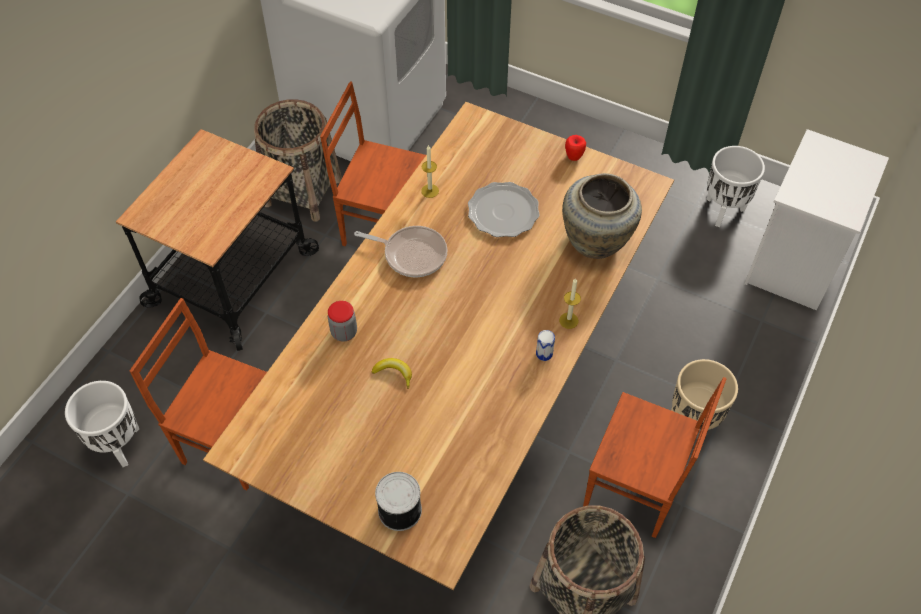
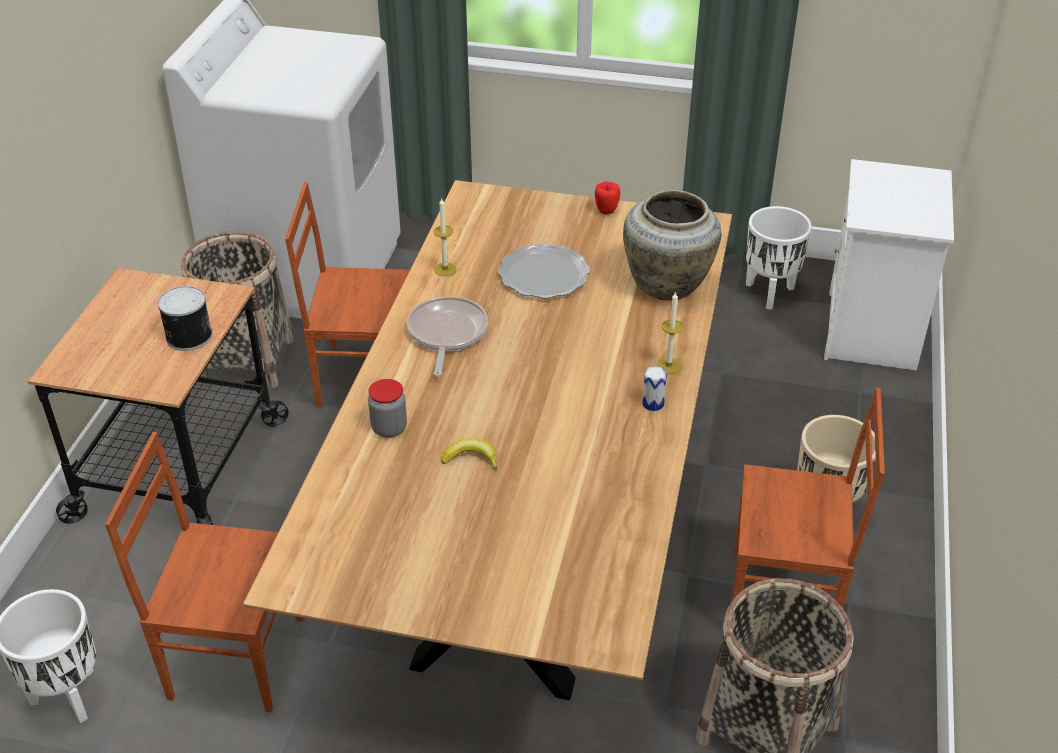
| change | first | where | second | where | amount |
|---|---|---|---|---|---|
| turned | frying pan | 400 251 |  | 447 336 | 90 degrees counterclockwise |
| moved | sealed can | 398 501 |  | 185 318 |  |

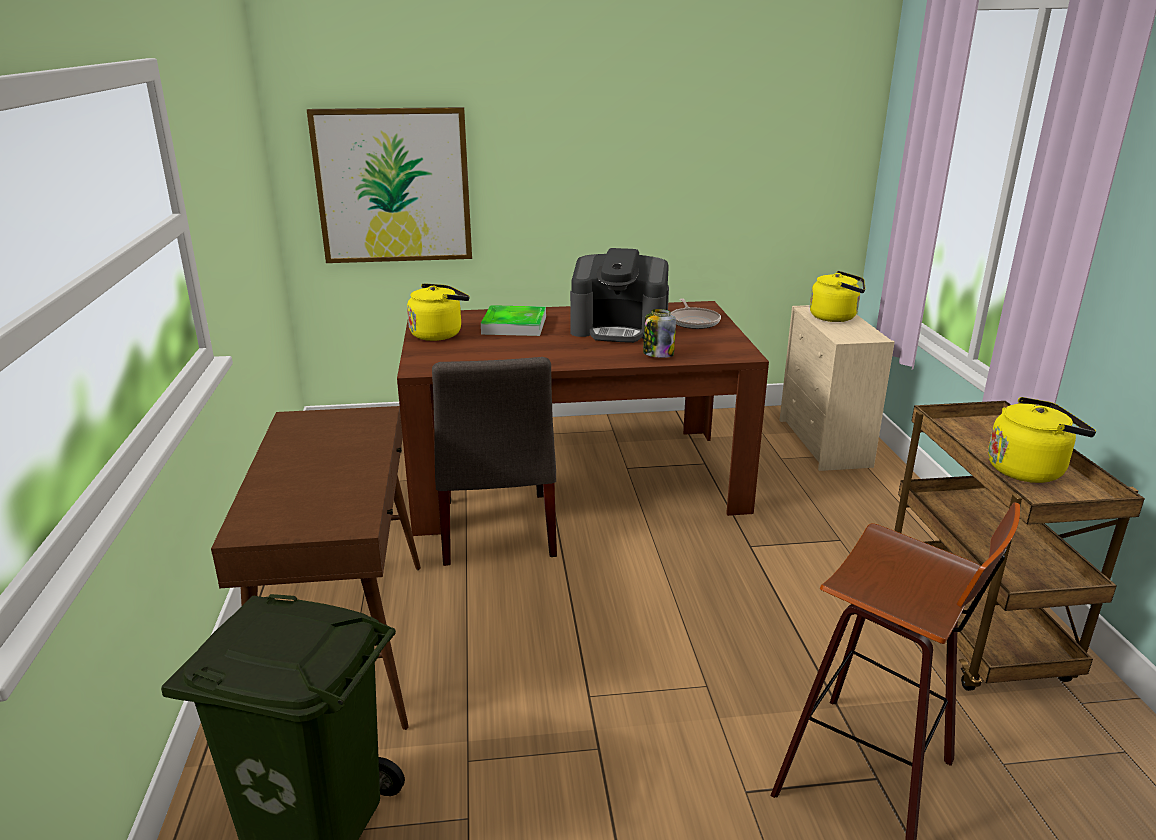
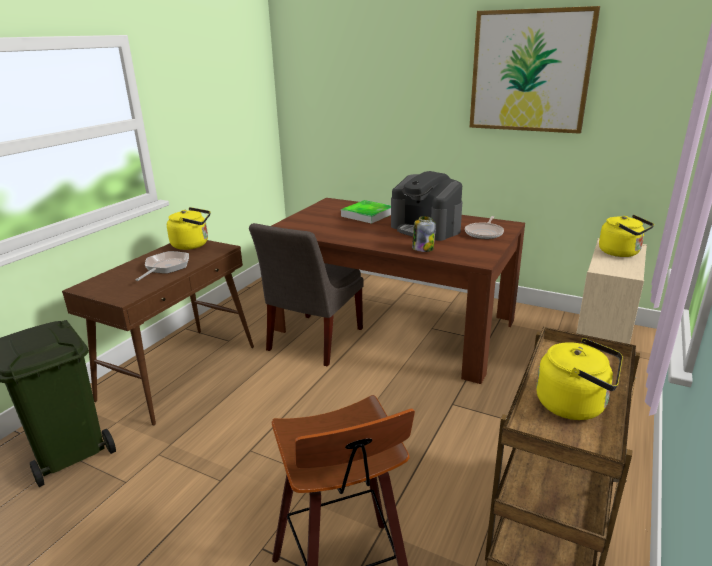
| change | first | where | second | where | amount |
|---|---|---|---|---|---|
| moved | picture | 389 185 |  | 535 70 |  |
| moved | kettle (yellow) | 438 312 |  | 188 228 |  |
| added |  |  | frying pan | 162 266 |  |

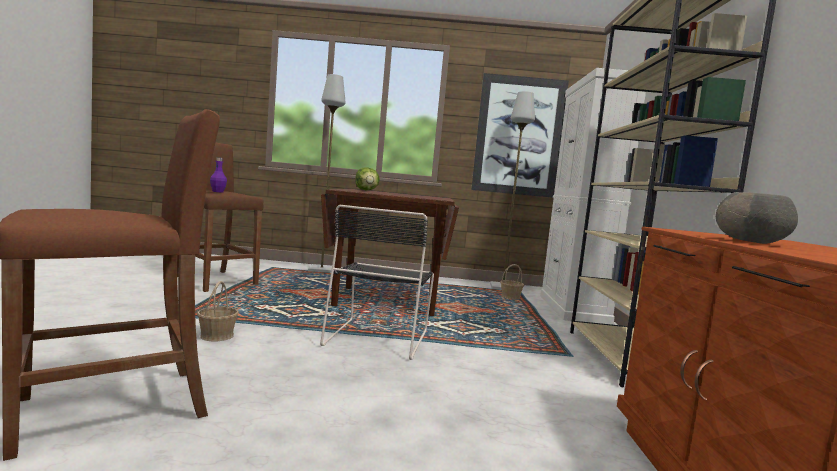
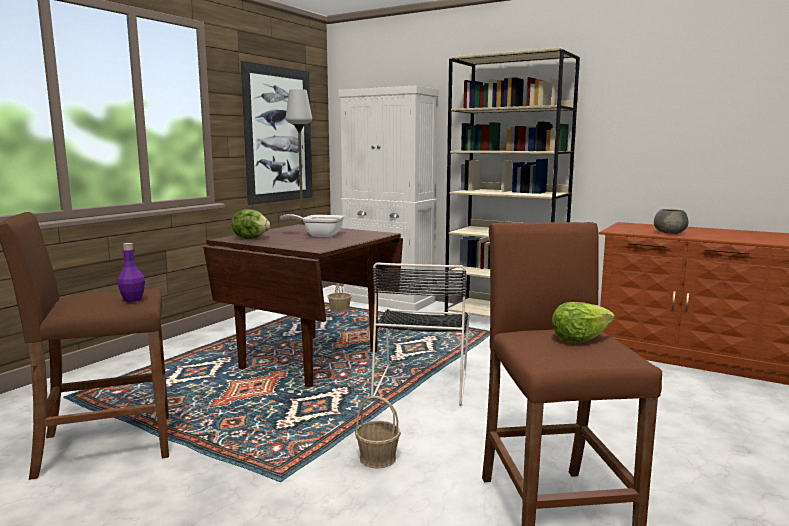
| change | first | where | second | where | amount |
|---|---|---|---|---|---|
| removed | standing lamp (grey) | 327 173 |  |  |  |
| turned | chair (black-coloured) | 377 282 |  | 420 334 | 60 degrees clockwise |
| added |  |  | frying pan | 312 225 |  |
| added |  |  | head of lettuce | 583 322 |  |

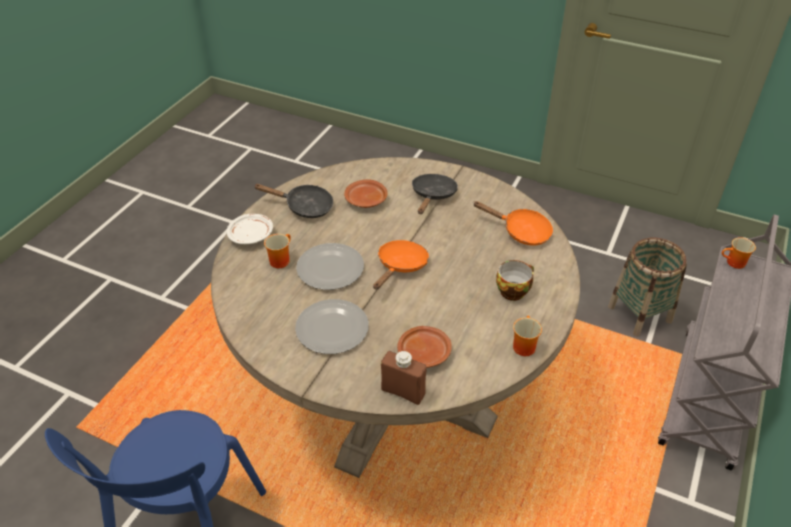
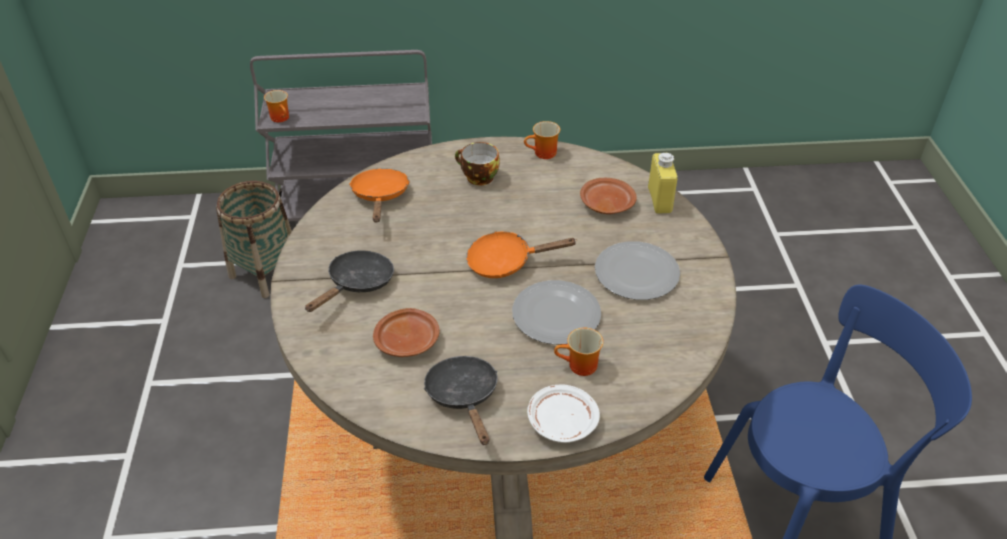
| change | first | where | second | where | amount |
|---|---|---|---|---|---|
| recoloured | bottle (brown) | 403 378 | bottle (yellow) | 663 183 |  |
| turned | frying pan (black-coloured) | 435 194 |  | 349 281 | 135 degrees clockwise |

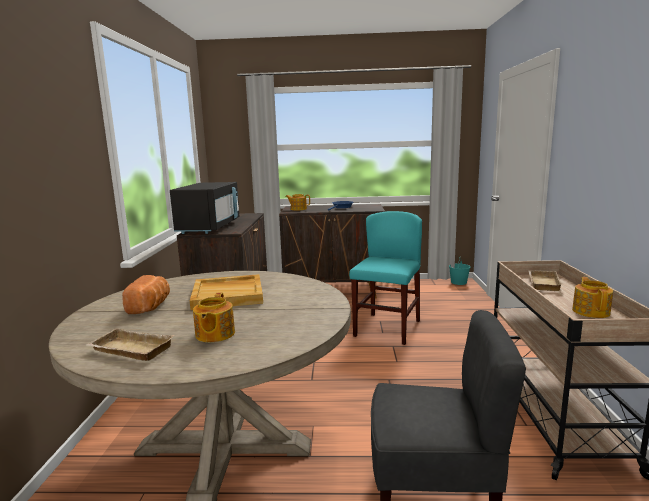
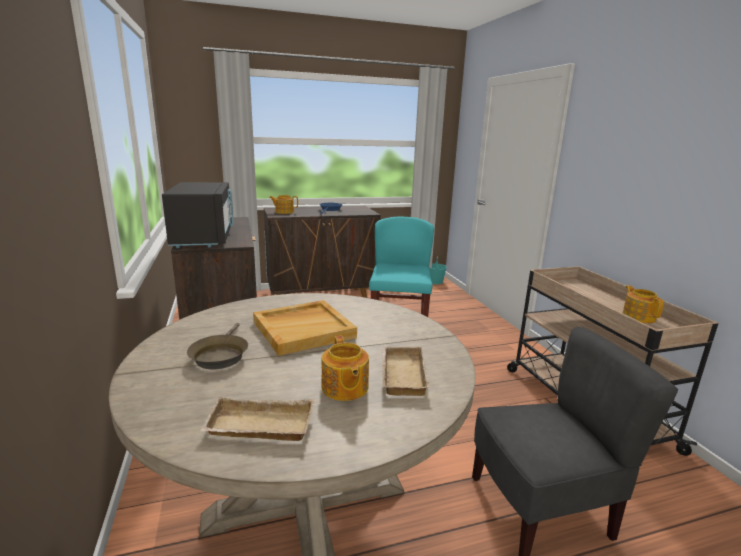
| change | first | where | second | where | amount |
|---|---|---|---|---|---|
| replaced | baked bread | 146 294 | frying pan (brown) | 217 346 |  |
| moved | serving tray (beige) | 545 280 |  | 406 371 |  |

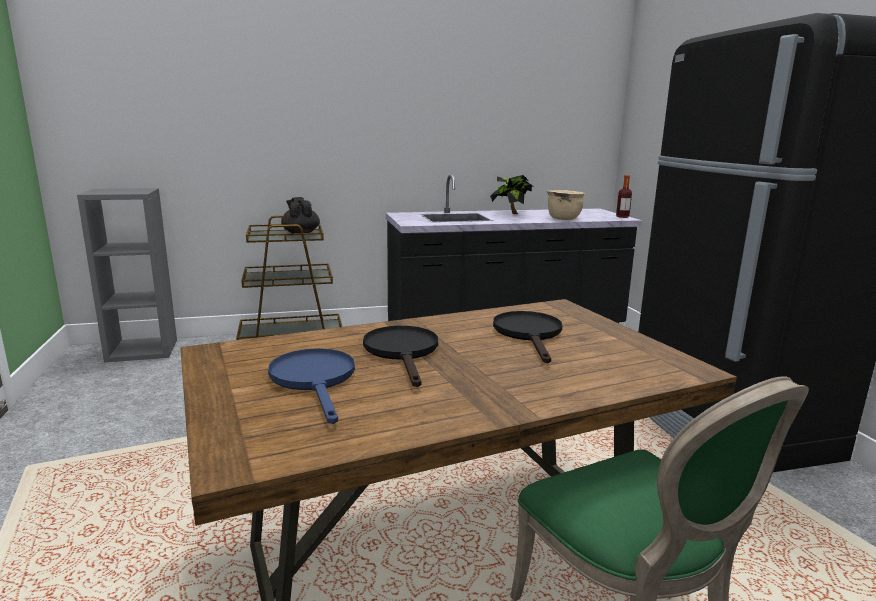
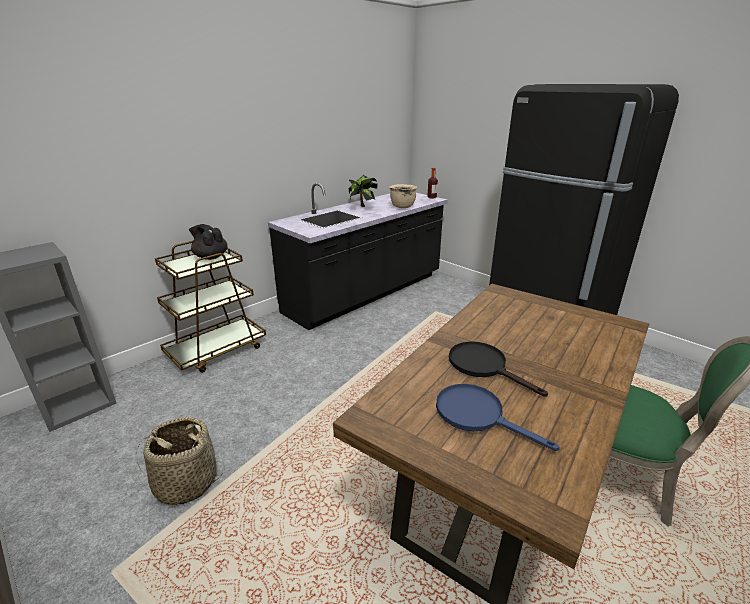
| change | first | where | second | where | amount |
|---|---|---|---|---|---|
| removed | frying pan (black-coloured) | 527 337 |  |  |  |
| added |  |  | household basket | 179 461 |  |

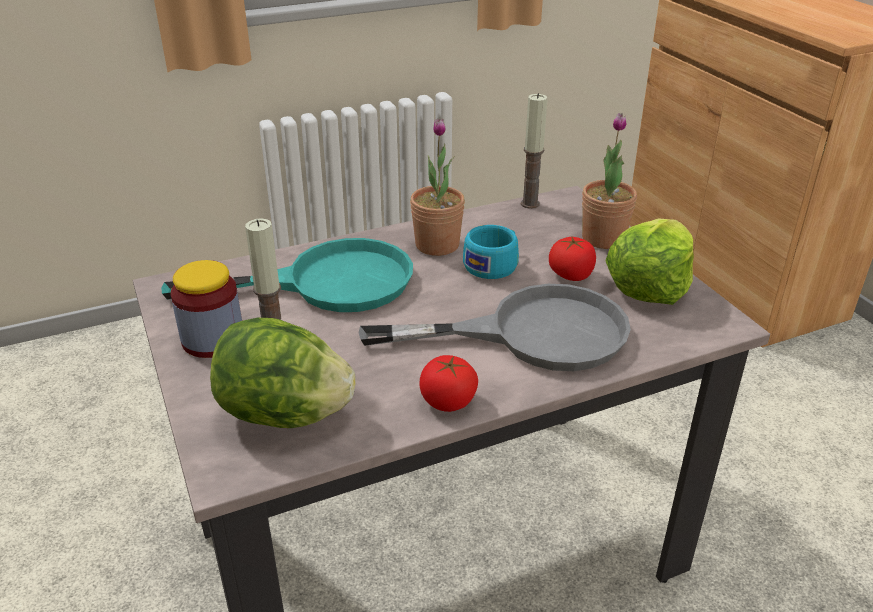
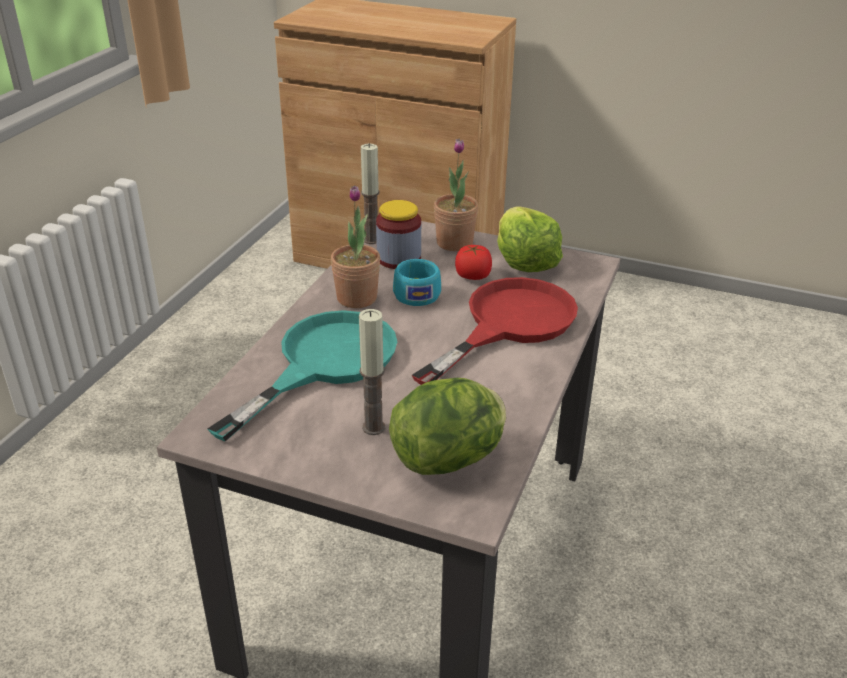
| change | first | where | second | where | amount |
|---|---|---|---|---|---|
| moved | storage jar | 206 309 |  | 398 234 |  |
| recoloured | frying pan (grey) | 494 327 | frying pan (reddish) | 495 331 |  |
| removed | whole tomato | 448 383 |  |  |  |

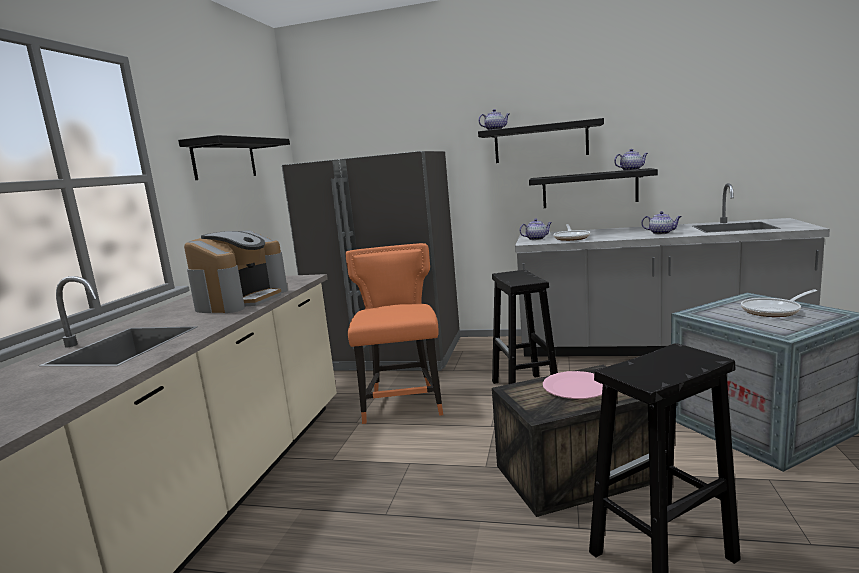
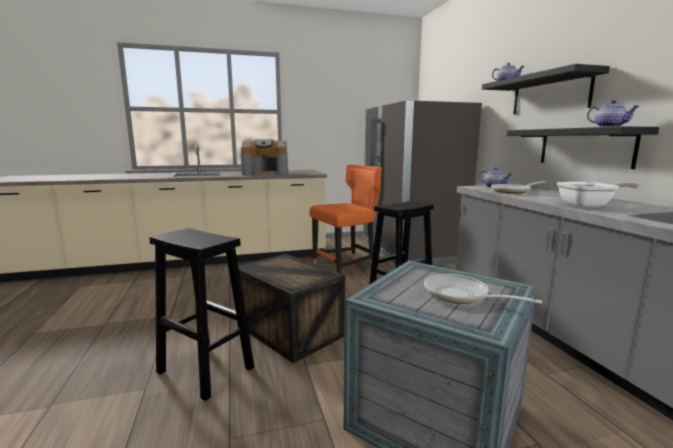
| change | first | where | second | where | amount |
|---|---|---|---|---|---|
| removed | bracket shelf (black-coloured) | 234 157 |  |  |  |
| removed | plate (pink) | 573 385 |  |  |  |
| replaced | tea pot | 661 222 | frying pan | 598 194 |  |

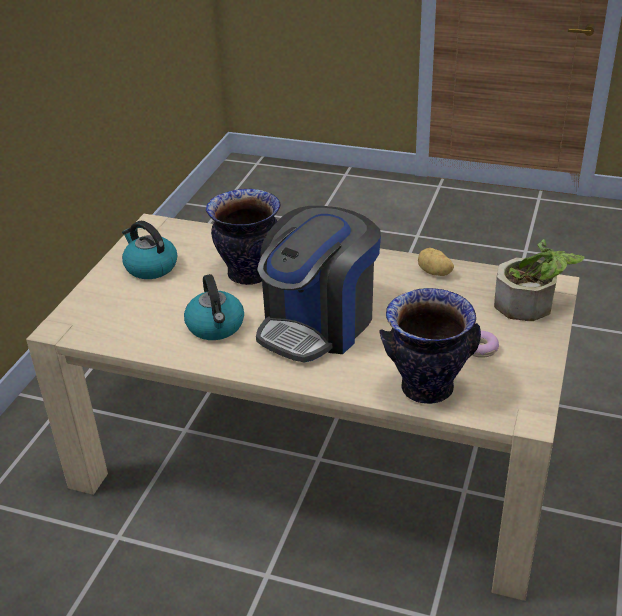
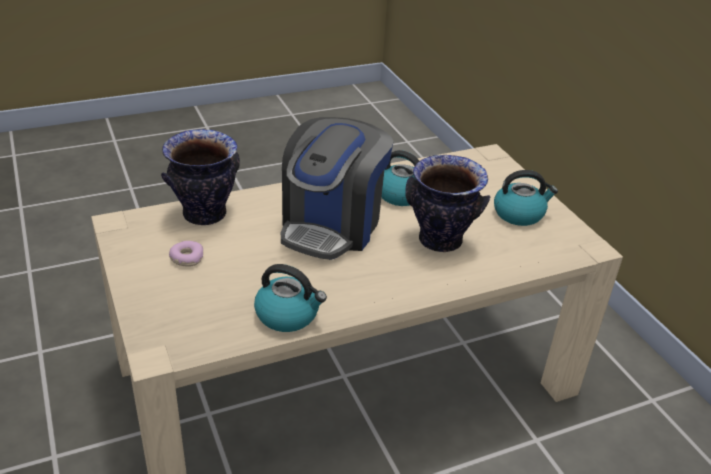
| change | first | where | second | where | amount |
|---|---|---|---|---|---|
| turned | coffee machine | 318 284 |  | 337 188 | 150 degrees counterclockwise |
| replaced | spud | 436 262 | kettle | 290 298 |  |
| removed | houseplant | 539 280 |  |  |  |

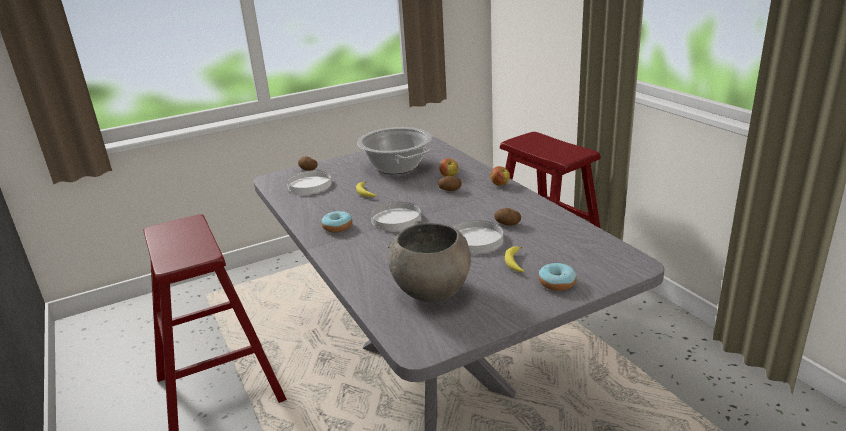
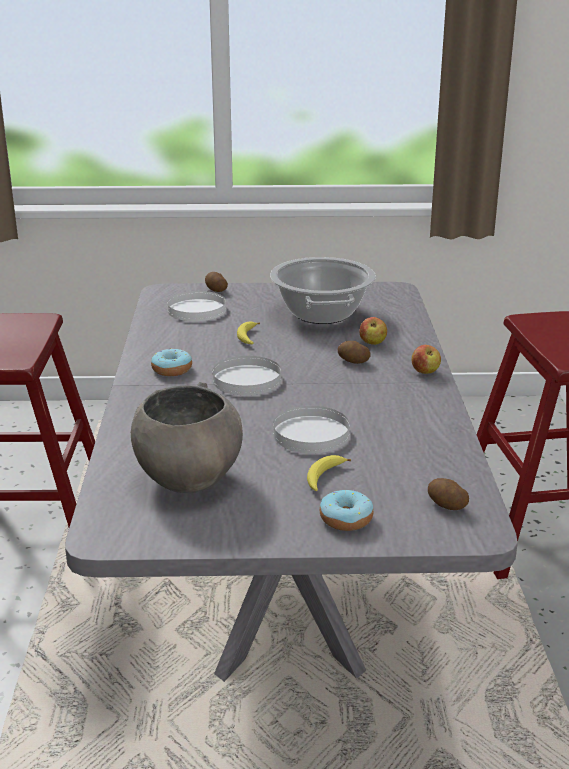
| change | first | where | second | where | amount |
|---|---|---|---|---|---|
| moved | spud | 507 216 |  | 448 494 |  |

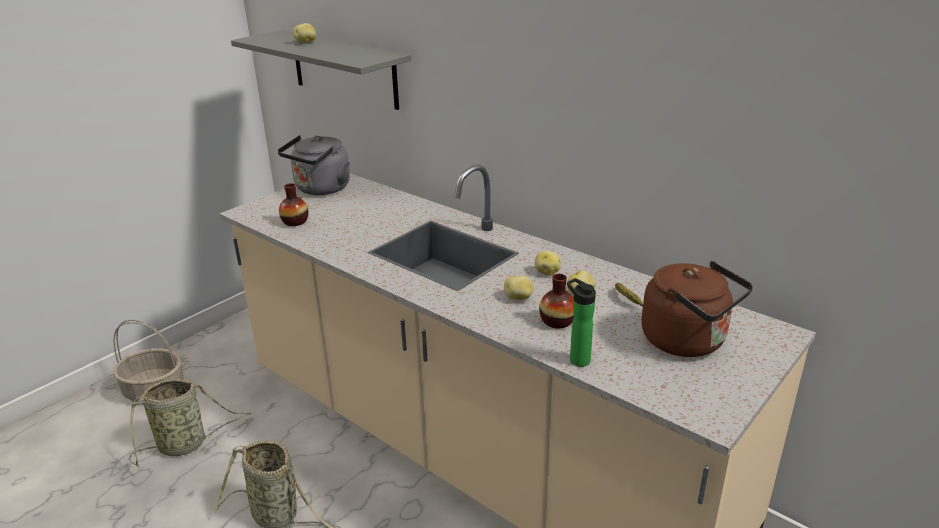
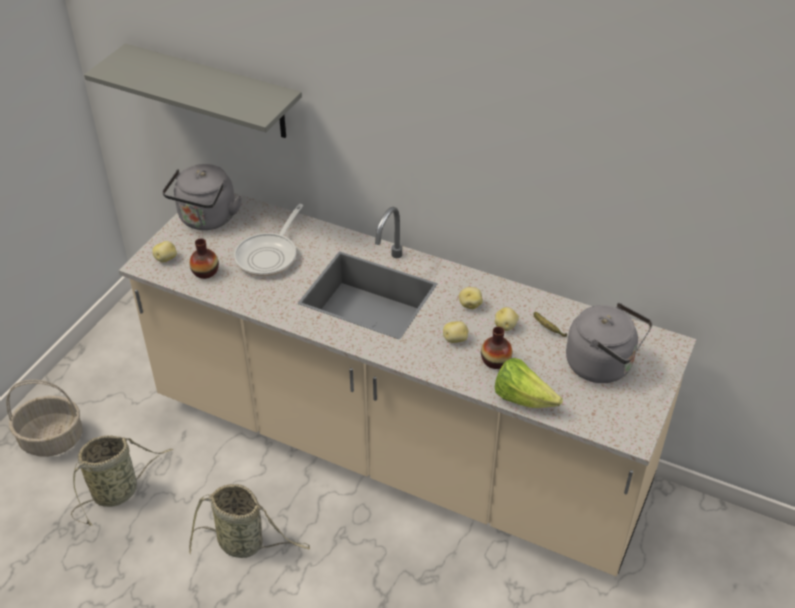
| change | first | where | second | where | amount |
|---|---|---|---|---|---|
| moved | spud | 304 33 |  | 164 251 |  |
| replaced | bottle | 581 322 | head of lettuce | 529 383 |  |
| recoloured | kettle (brown) | 697 309 | kettle (grey) | 609 343 |  |
| added |  |  | frying pan | 268 240 |  |

